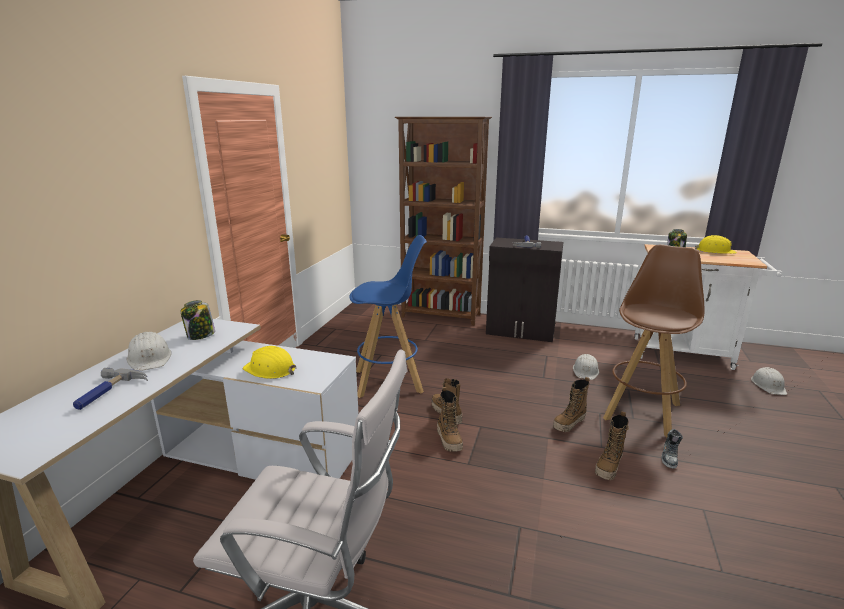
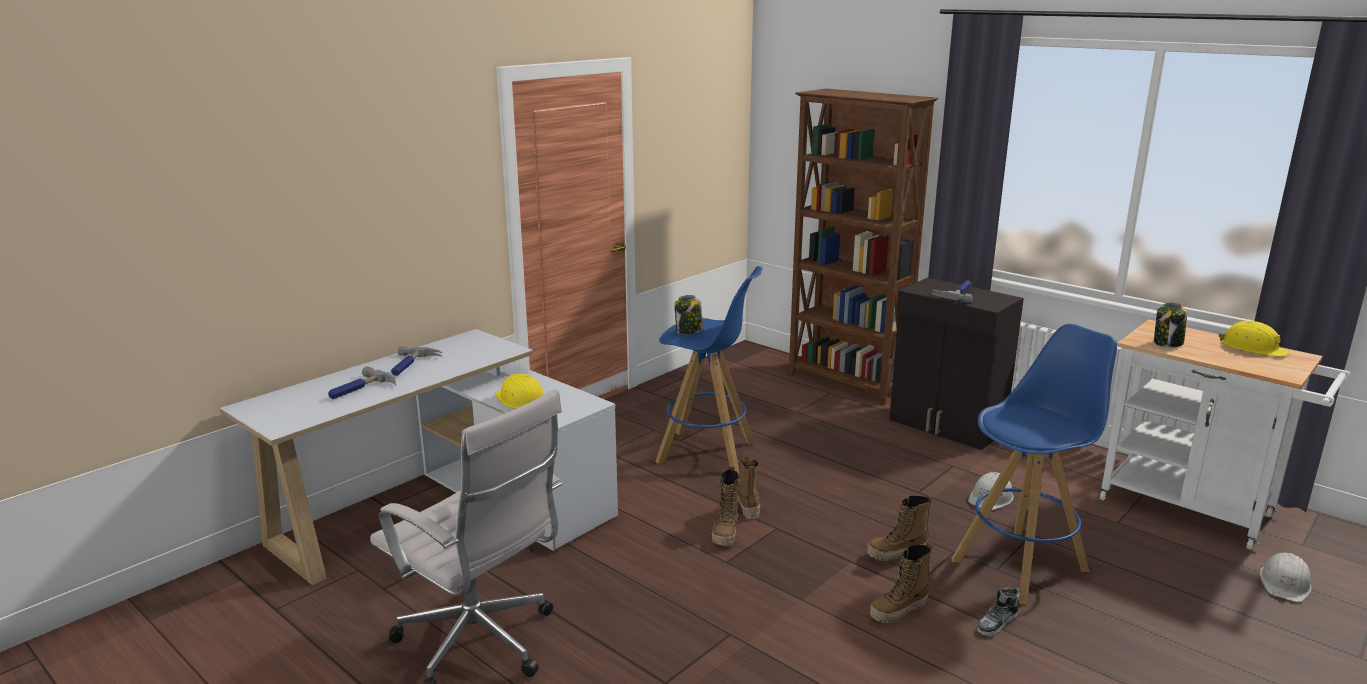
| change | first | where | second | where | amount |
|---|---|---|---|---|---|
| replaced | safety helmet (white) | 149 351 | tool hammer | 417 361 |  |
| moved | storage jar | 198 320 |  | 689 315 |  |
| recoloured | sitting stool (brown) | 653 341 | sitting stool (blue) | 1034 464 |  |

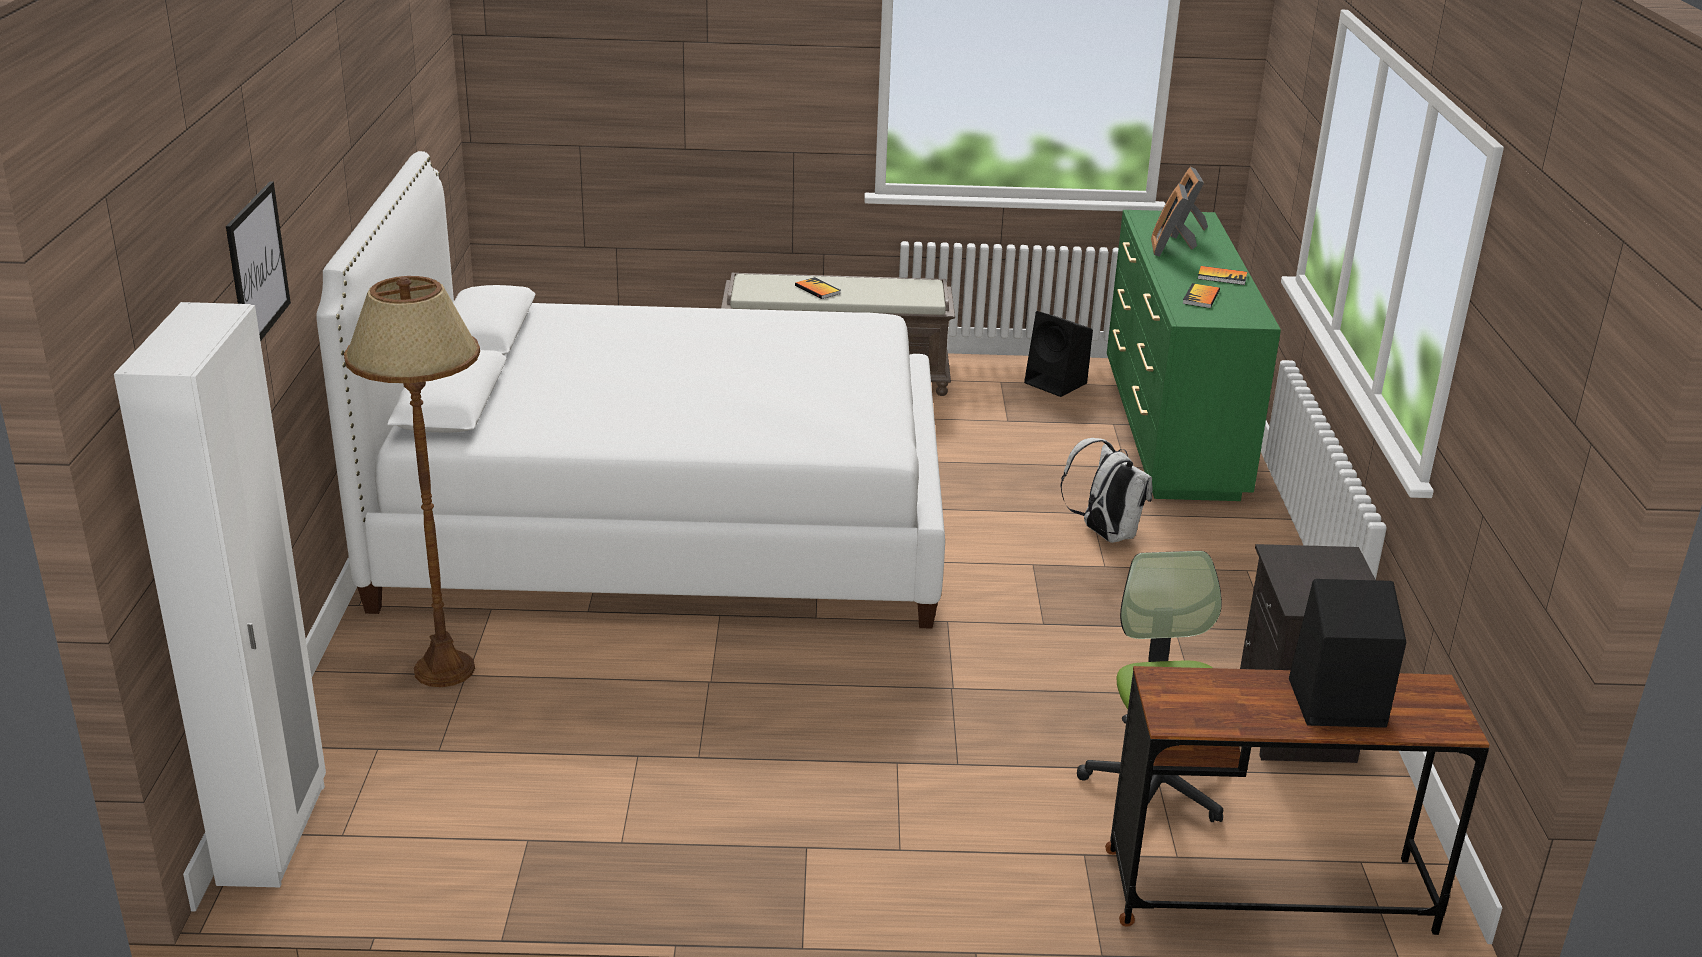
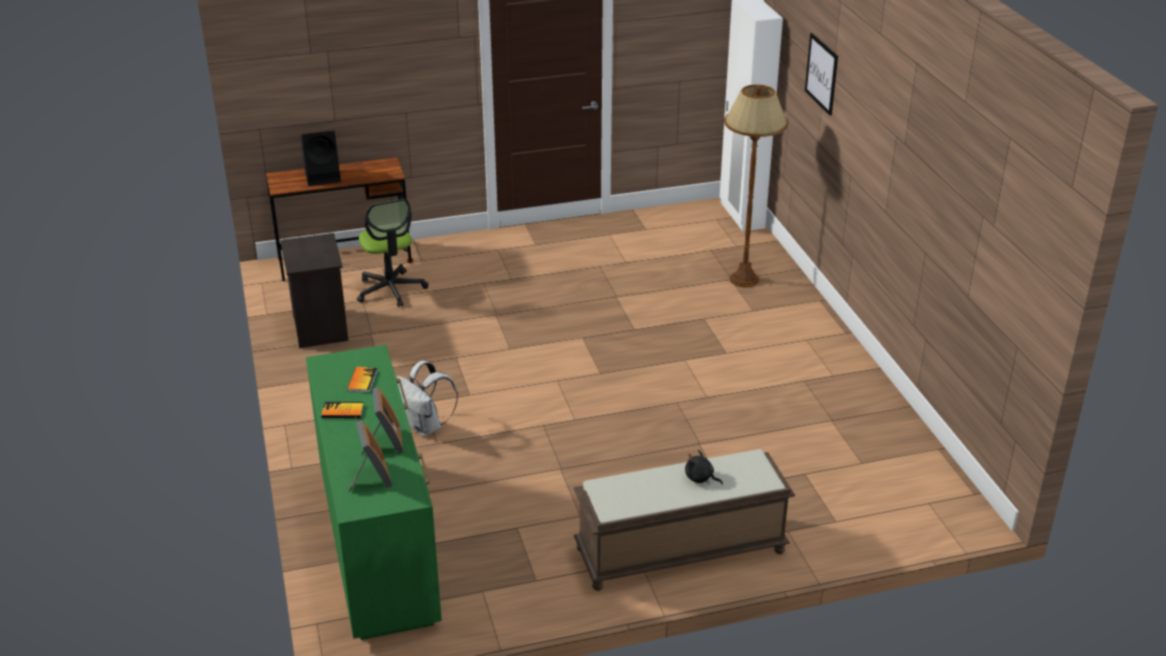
| change | first | where | second | where | amount |
|---|---|---|---|---|---|
| removed | bedroom bed (white) | 630 390 |  |  |  |
| replaced | bound book | 818 288 | plush toy (black-coloured) | 704 467 |  |
| removed | speaker (black-coloured) | 1058 354 |  |  |  |

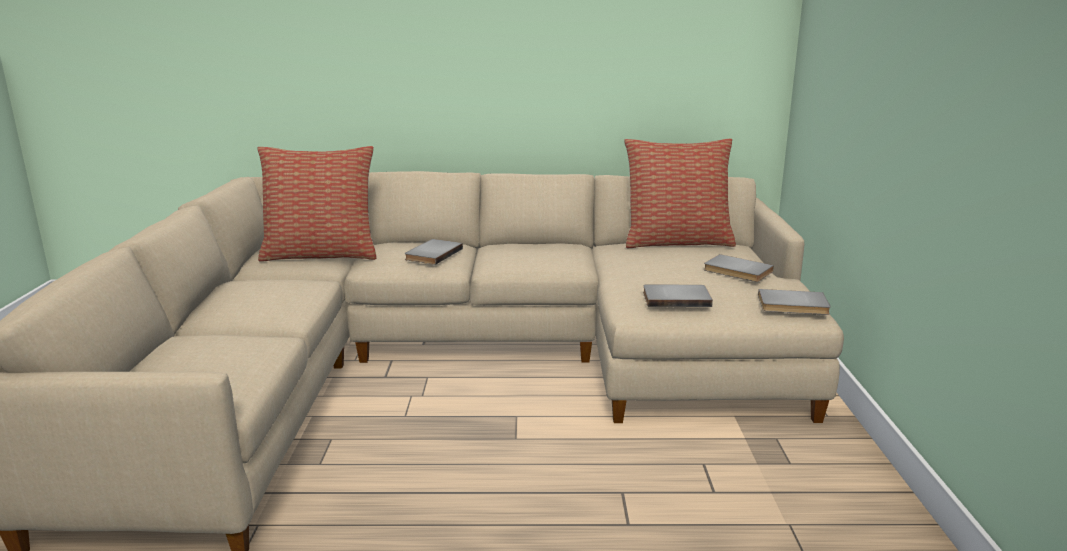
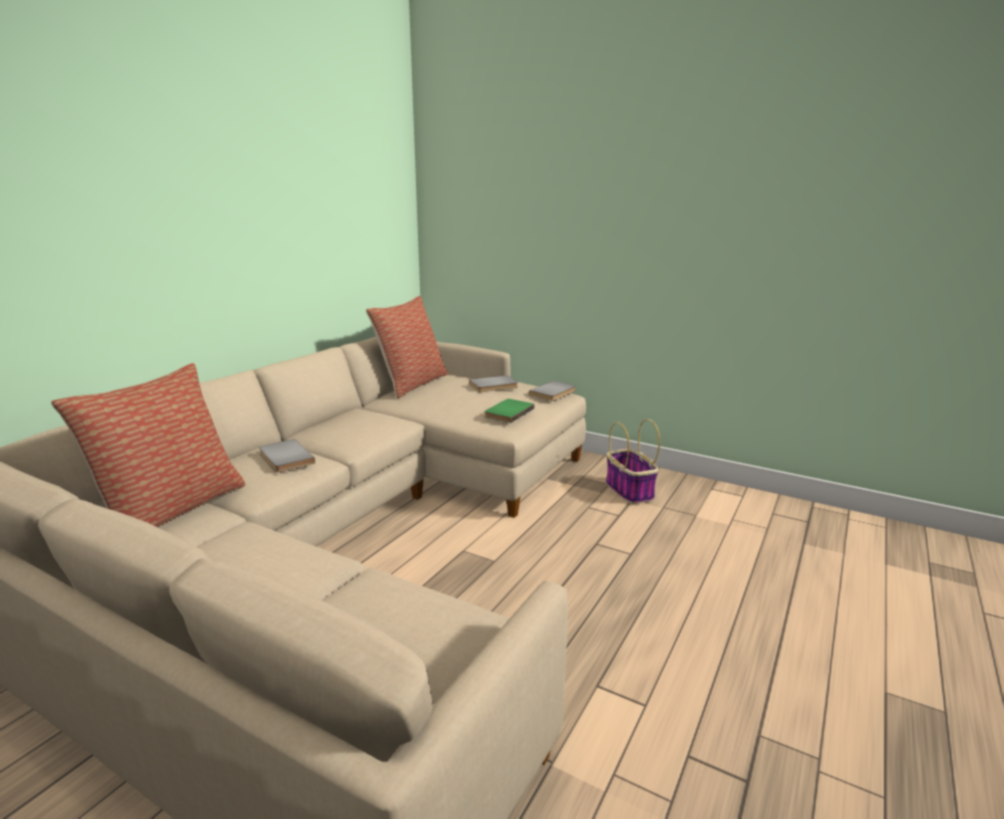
| change | first | where | second | where | amount |
|---|---|---|---|---|---|
| recoloured | bound book (grey) | 678 295 | bound book (green) | 509 411 |  |
| added |  |  | household basket | 633 461 |  |

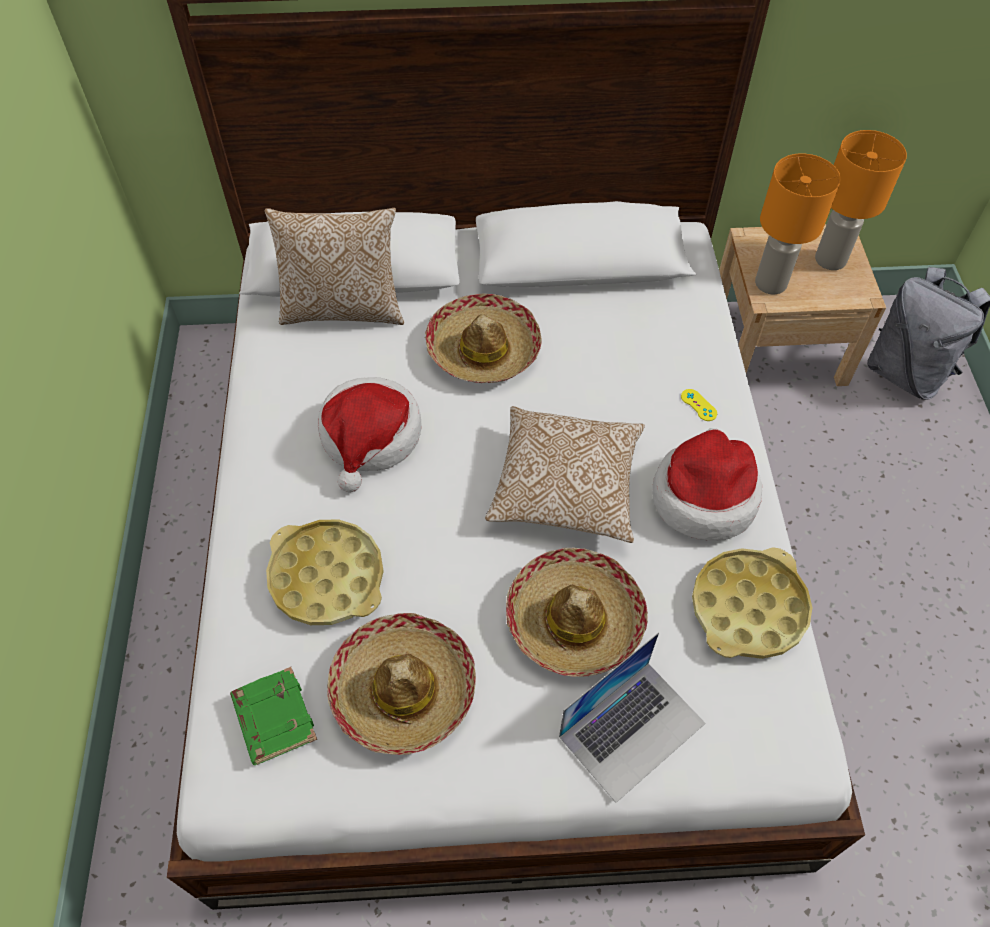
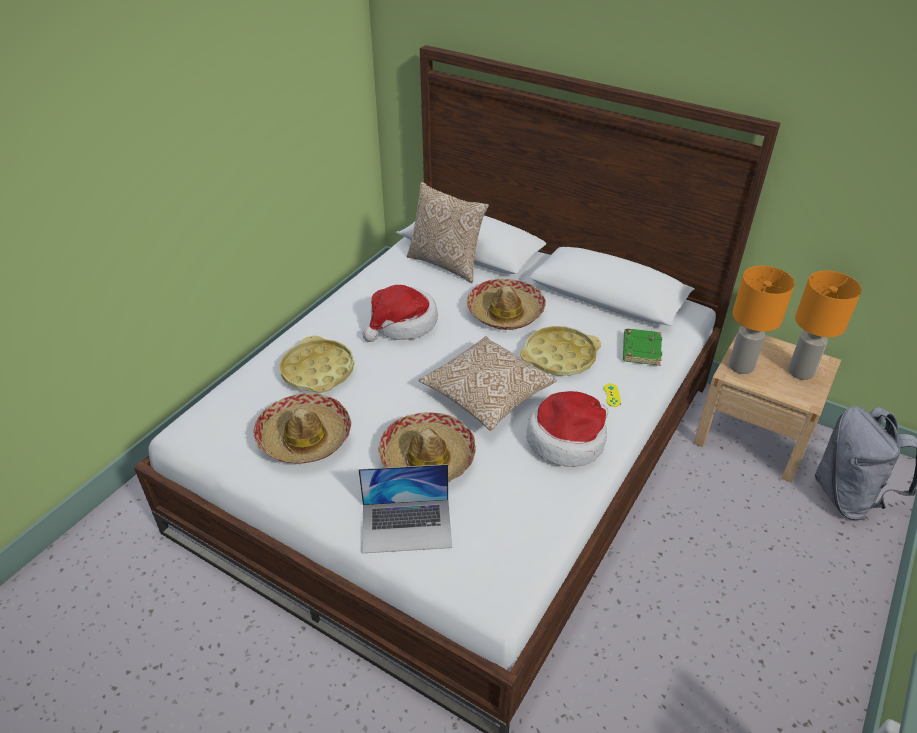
| change | first | where | second | where | amount |
|---|---|---|---|---|---|
| moved | bound book (green) | 273 716 |  | 642 347 |  |
| moved | serving tray (yellow) | 752 603 |  | 560 351 |  |

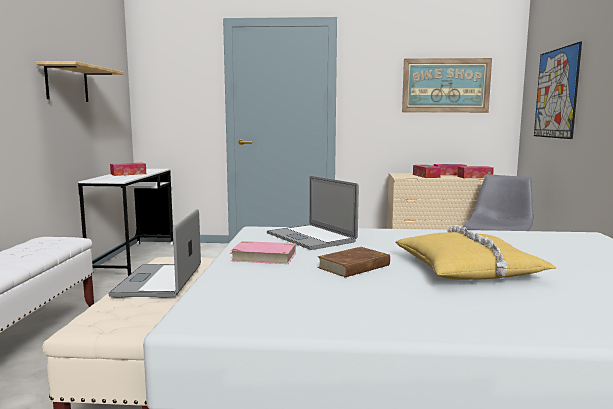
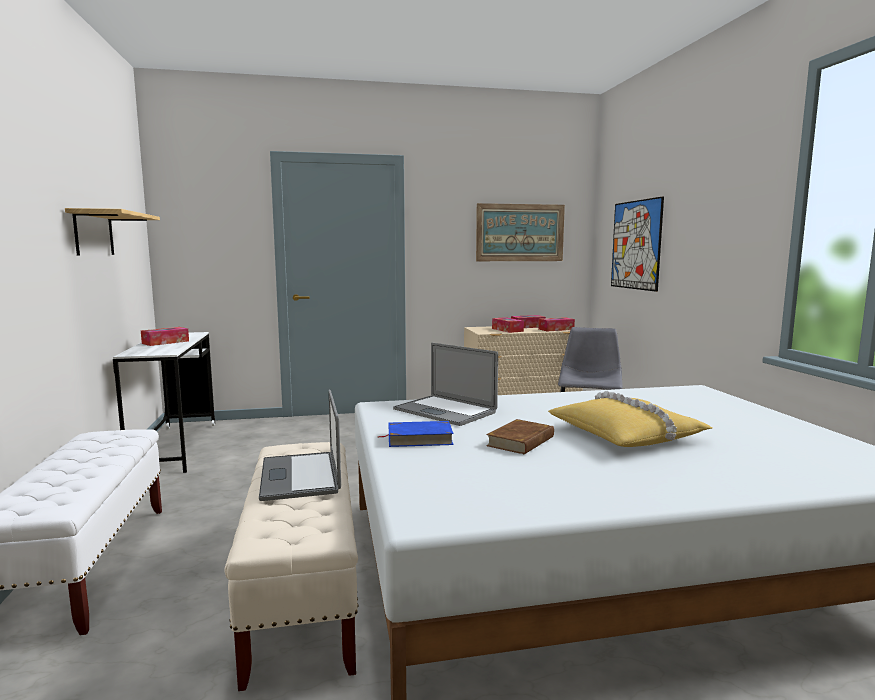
| change | first | where | second | where | amount |
|---|---|---|---|---|---|
| recoloured | bound book (pink) | 263 252 | bound book (blue) | 416 434 |  |

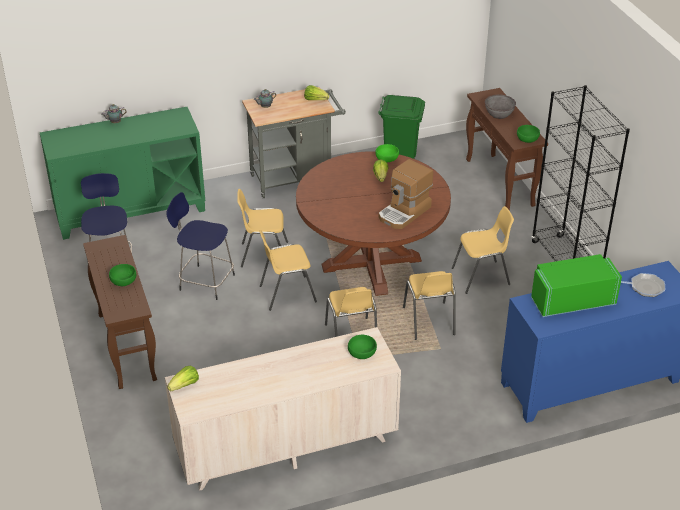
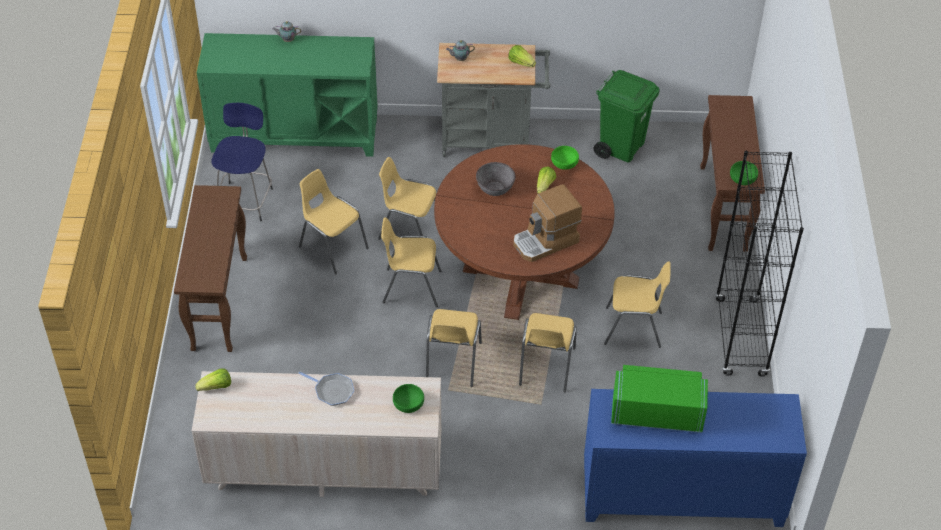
| change | first | where | second | where | amount |
|---|---|---|---|---|---|
| removed | serving bowl (green) | 122 275 |  |  |  |
| replaced | sitting stool (blue) | 201 246 | chair (yellow) | 334 222 |  |
| moved | serving bowl (grey) | 500 107 |  | 496 179 |  |
| moved | frying pan | 643 285 |  | 326 389 |  |

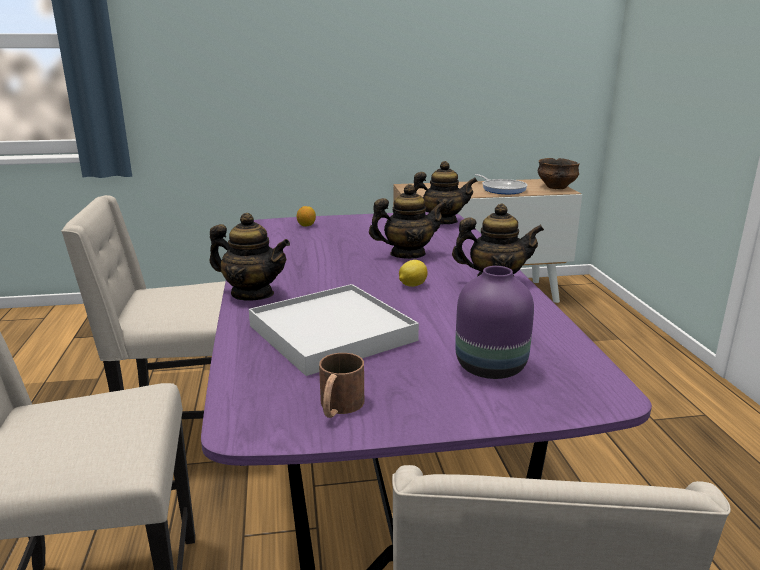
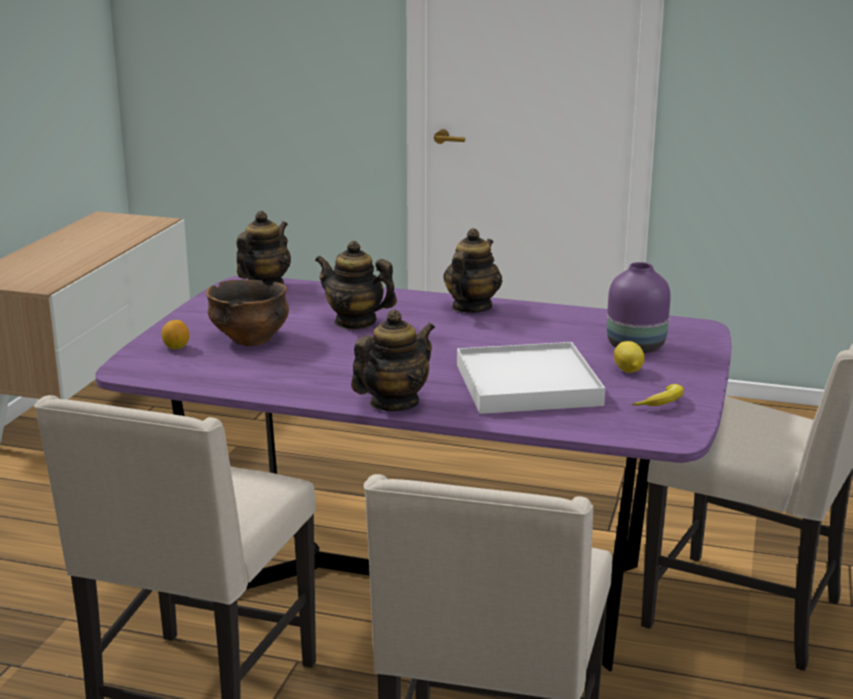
| change | first | where | second | where | amount |
|---|---|---|---|---|---|
| replaced | coffee mug (brown) | 341 385 | banana fruit | 658 395 |  |
| turned | tea pot | 408 221 |  | 356 285 | 75 degrees counterclockwise |
| moved | whole lemon | 413 273 |  | 629 357 |  |
| removed | frying pan | 501 184 |  |  |  |
| moved | serving bowl | 559 173 |  | 247 313 |  |

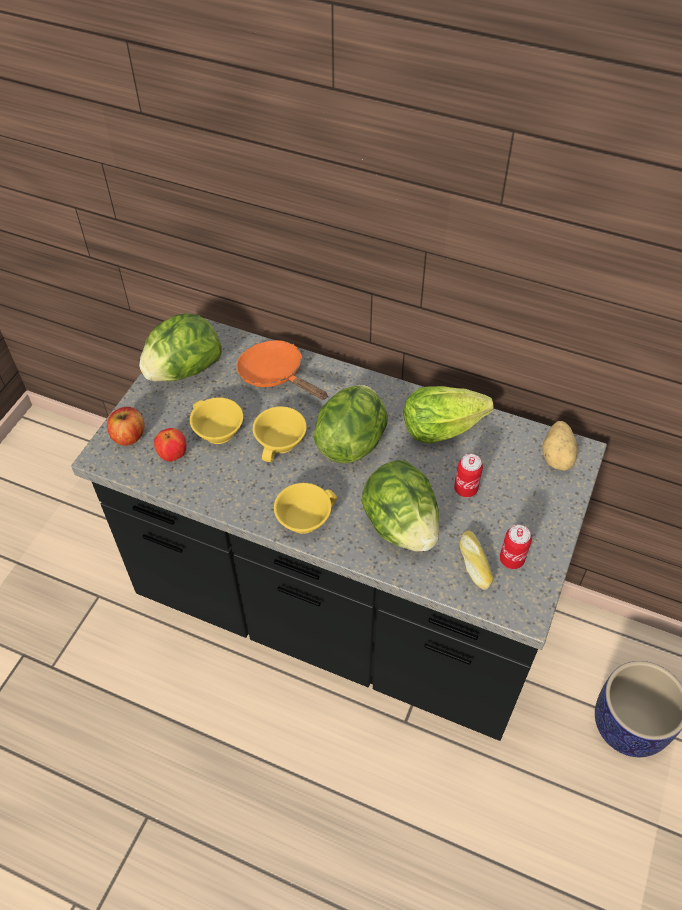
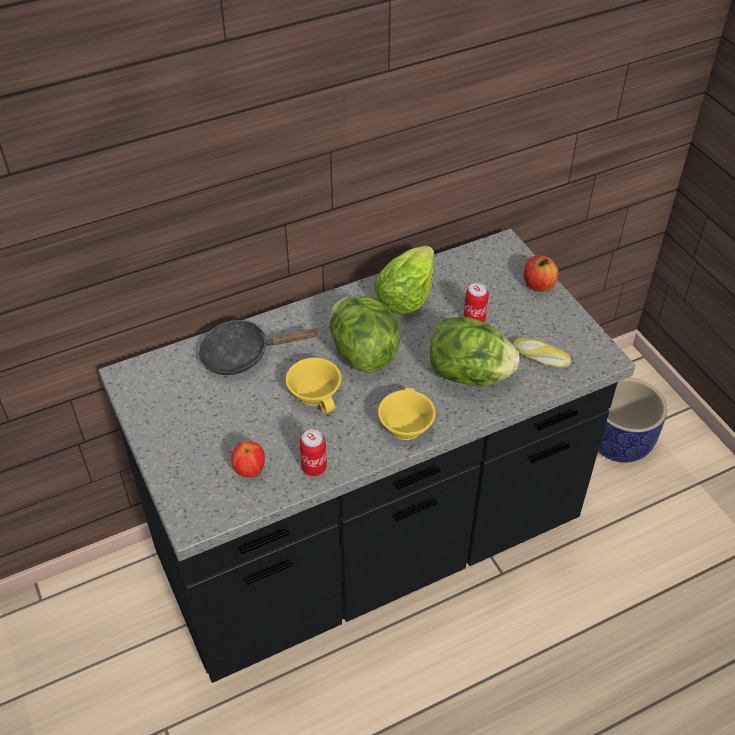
| change | first | where | second | where | amount |
|---|---|---|---|---|---|
| moved | whole apple | 126 426 |  | 541 273 |  |
| removed | head of lettuce | 180 348 |  |  |  |
| removed | cup (yellow) | 216 420 |  |  |  |
| recoloured | frying pan (orange) | 282 370 | frying pan (black-coloured) | 258 347 |  |
| moved | sealed can | 516 547 |  | 313 452 |  |
| removed | spud | 559 446 |  |  |  |

